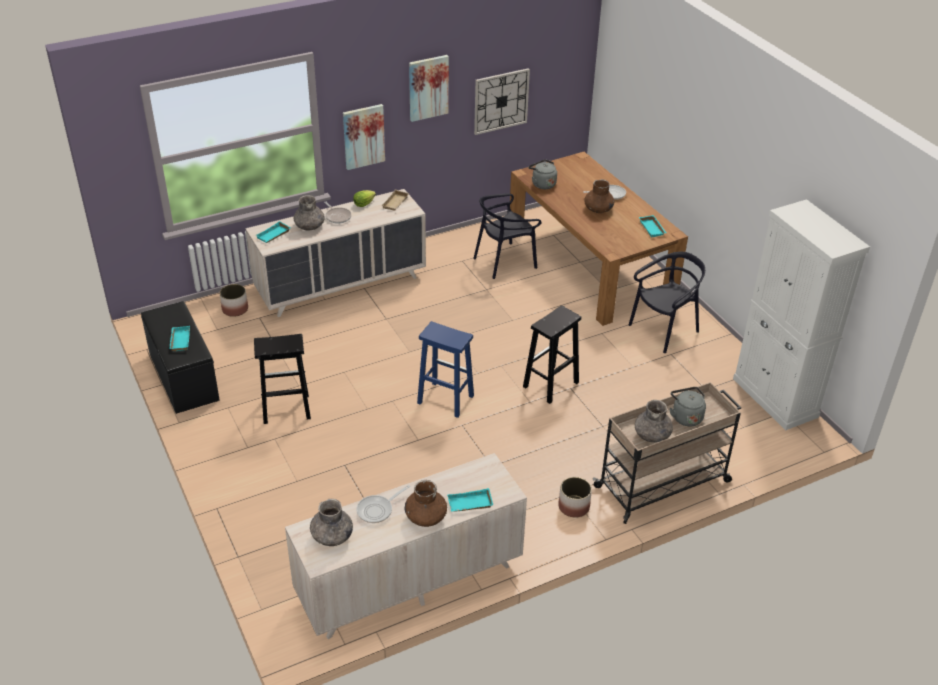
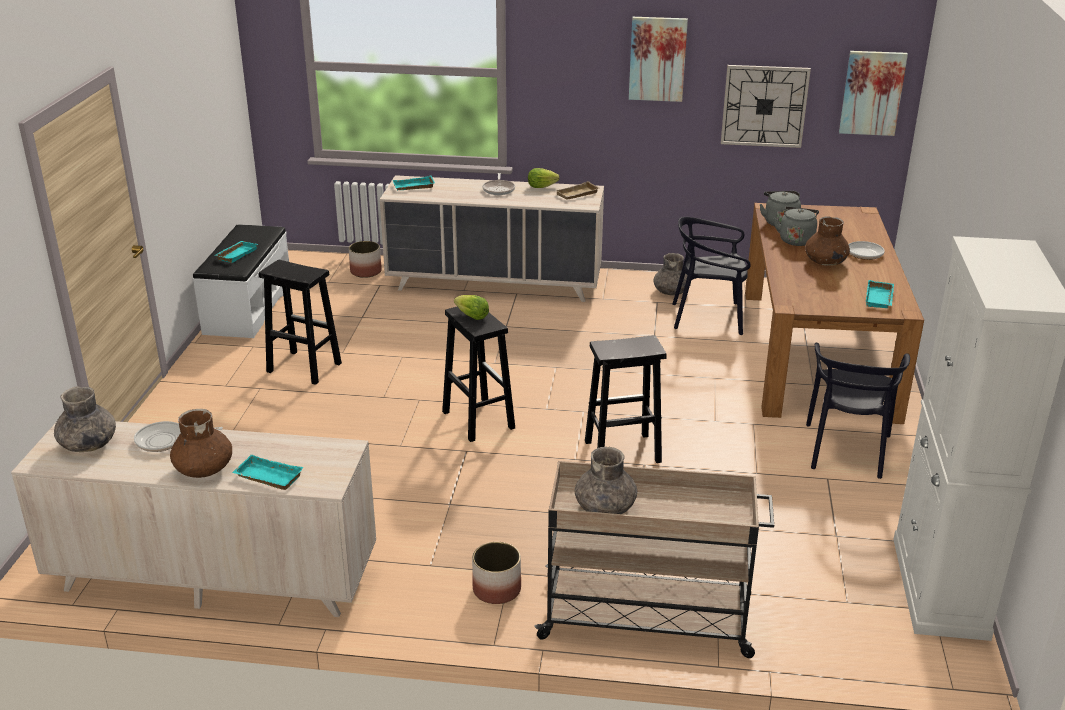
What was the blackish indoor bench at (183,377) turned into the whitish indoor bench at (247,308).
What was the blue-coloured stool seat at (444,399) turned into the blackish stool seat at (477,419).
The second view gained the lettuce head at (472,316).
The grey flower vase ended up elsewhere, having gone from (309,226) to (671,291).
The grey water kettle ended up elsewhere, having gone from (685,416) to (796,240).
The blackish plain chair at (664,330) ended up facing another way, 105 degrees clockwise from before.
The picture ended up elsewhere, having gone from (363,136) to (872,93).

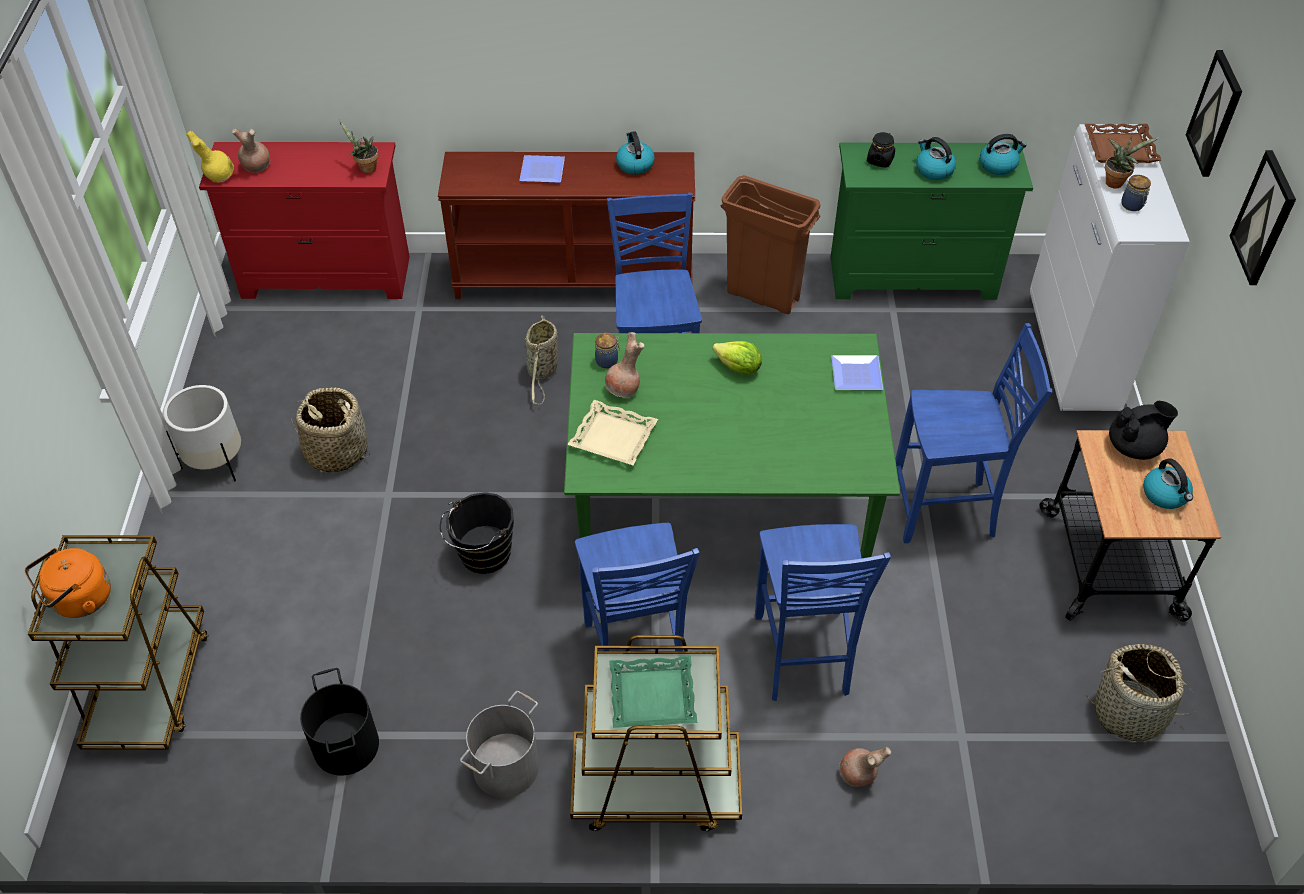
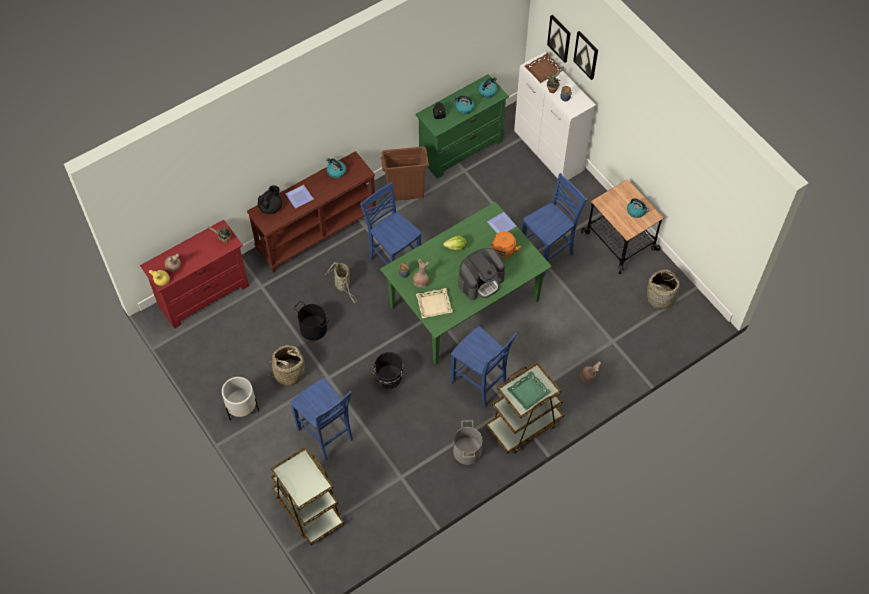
The blackish pot for tea ended up elsewhere, having gone from (1134,447) to (271,207).
The blue-coloured plain chair ended up elsewhere, having gone from (802,657) to (326,435).
The blackish bucket ended up elsewhere, having gone from (345,746) to (313,329).
The second view gained the coffee brewer at (481,281).
The orangey water kettle ended up elsewhere, having gone from (79,601) to (503,251).
The picture ended up elsewhere, having gone from (1264,218) to (559,38).

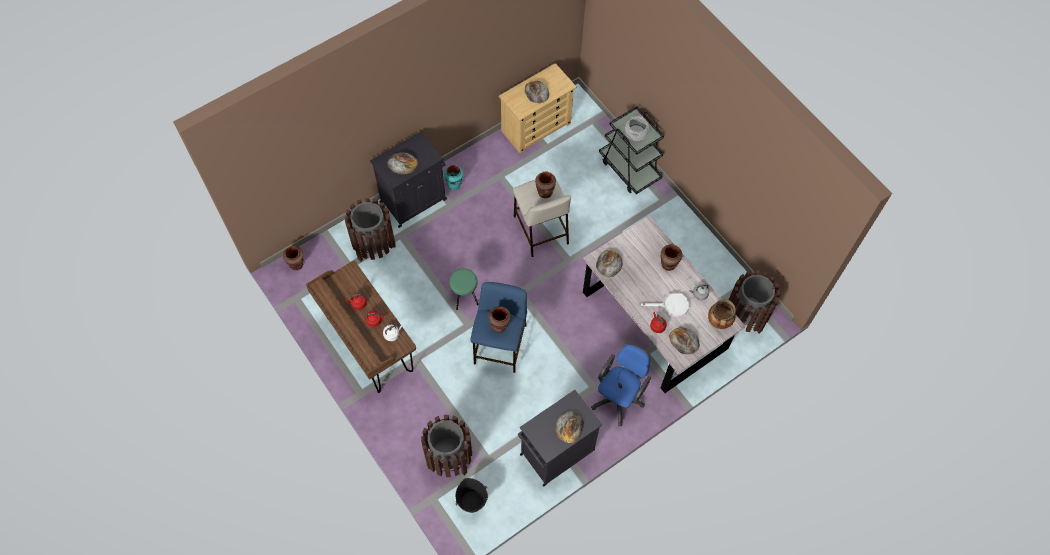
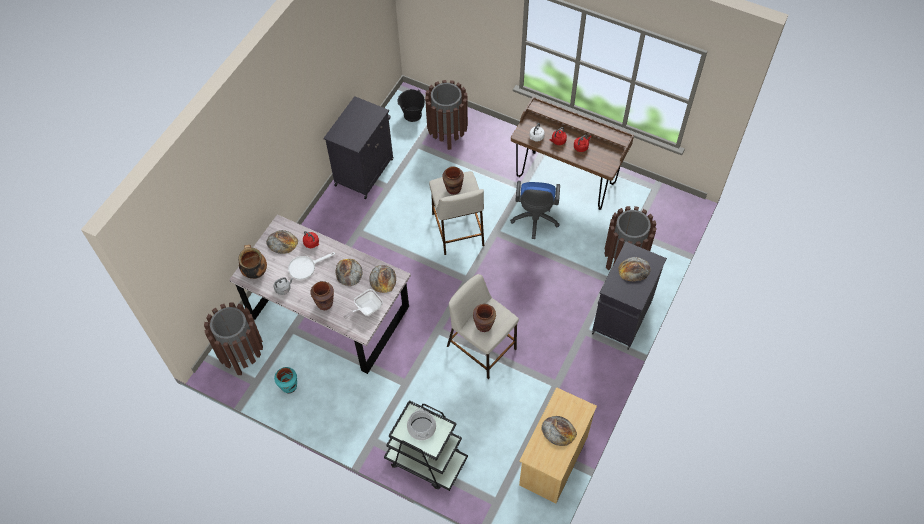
The turquoise flower vase ended up elsewhere, having gone from (454,184) to (289,387).
The bakery bread ended up elsewhere, having gone from (569,426) to (348,272).
The second view gained the frying pan at (366,309).
What was the blue-coloured stool seat at (500,345) turned into the beige-coloured stool seat at (457,228).
The blue-coloured desk chair ended up elsewhere, having gone from (619,397) to (534,220).
The second view lost the brown-coloured flower vase at (296,264).
The second view lost the green-coloured stool seat at (464,297).

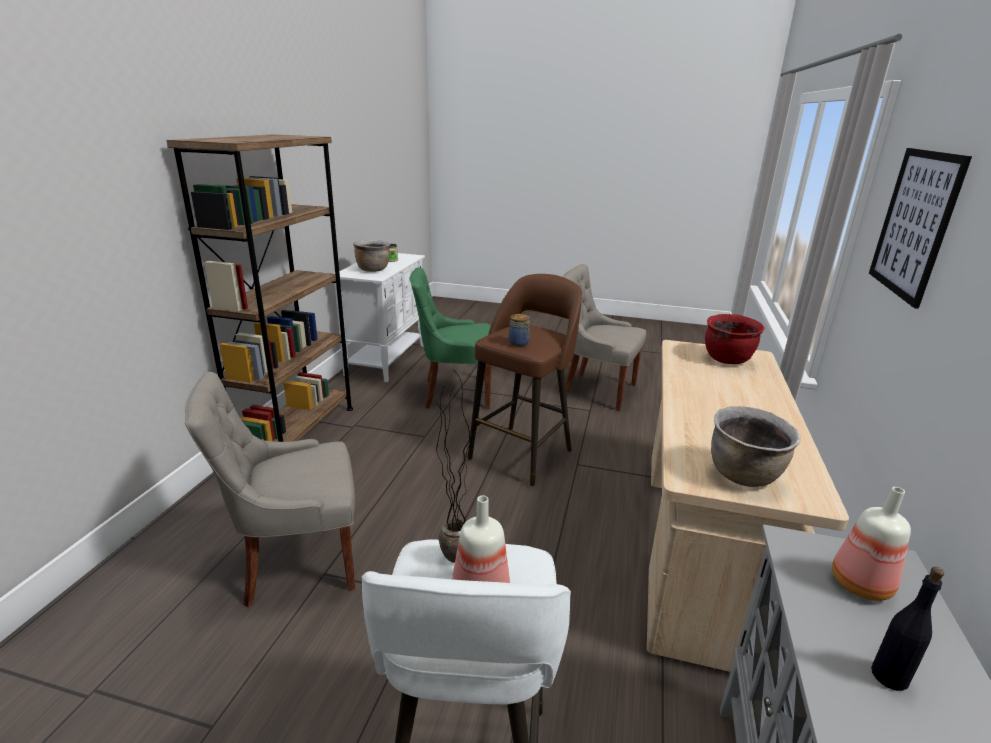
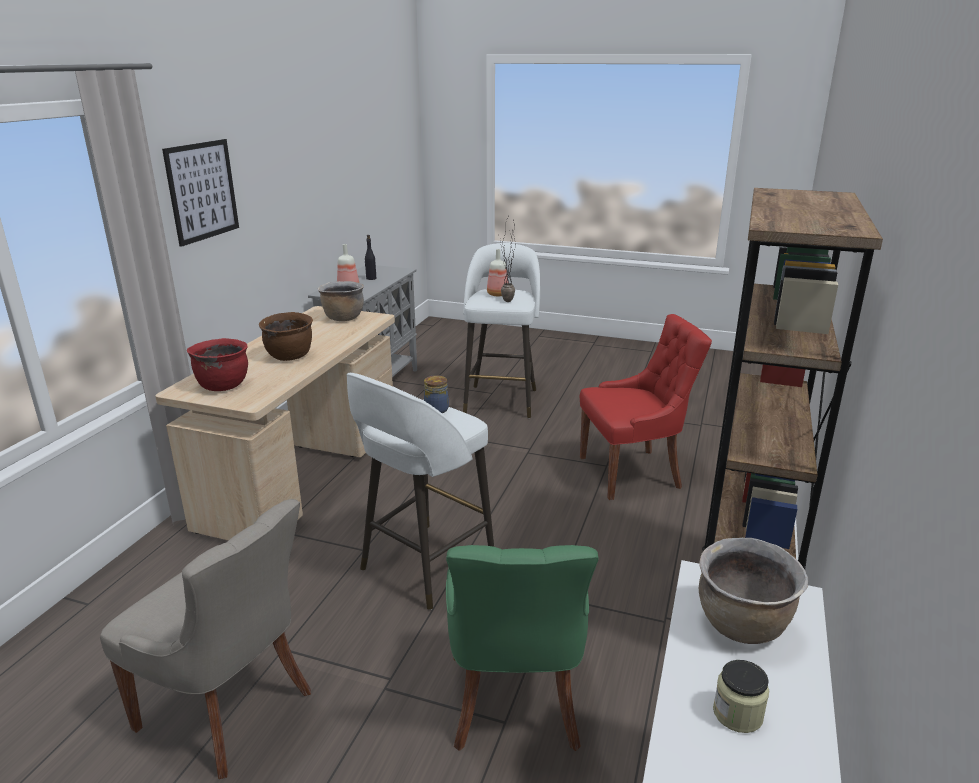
The second view gained the brown-coloured saucepot at (290,356).
What was the brown-coloured stool seat at (522,453) turned into the whitish stool seat at (425,566).
The green-coloured plain chair at (454,393) ended up facing another way, 90 degrees clockwise from before.
What was the grey plain chair at (297,561) turned into the red plain chair at (632,473).

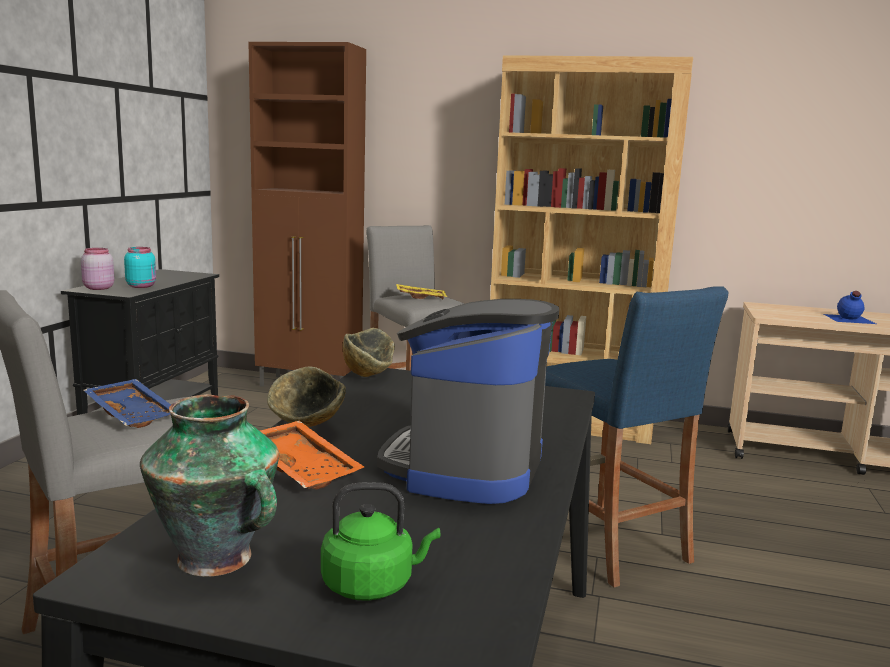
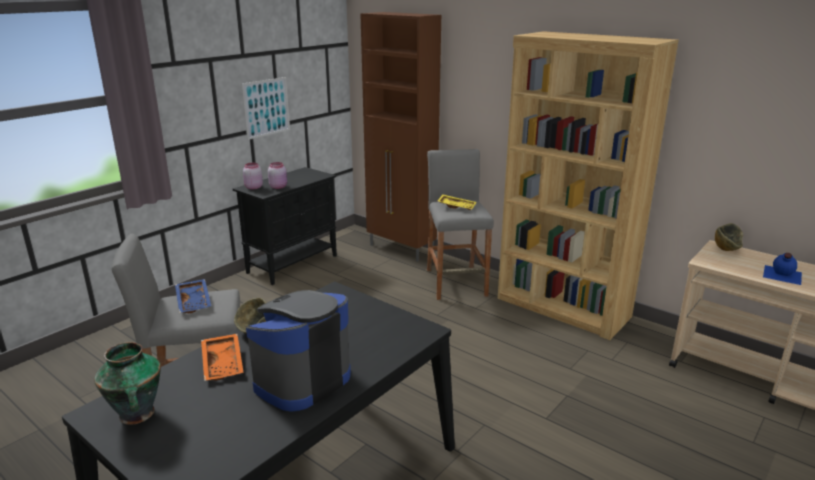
The second view gained the picture at (266,107).
What was the turquoise jar at (141,286) turned into the pinkish jar at (278,187).
The deep dish ended up elsewhere, having gone from (369,374) to (727,249).
The second view lost the green-coloured water kettle at (372,584).
The second view lost the blue-coloured stool seat at (605,542).

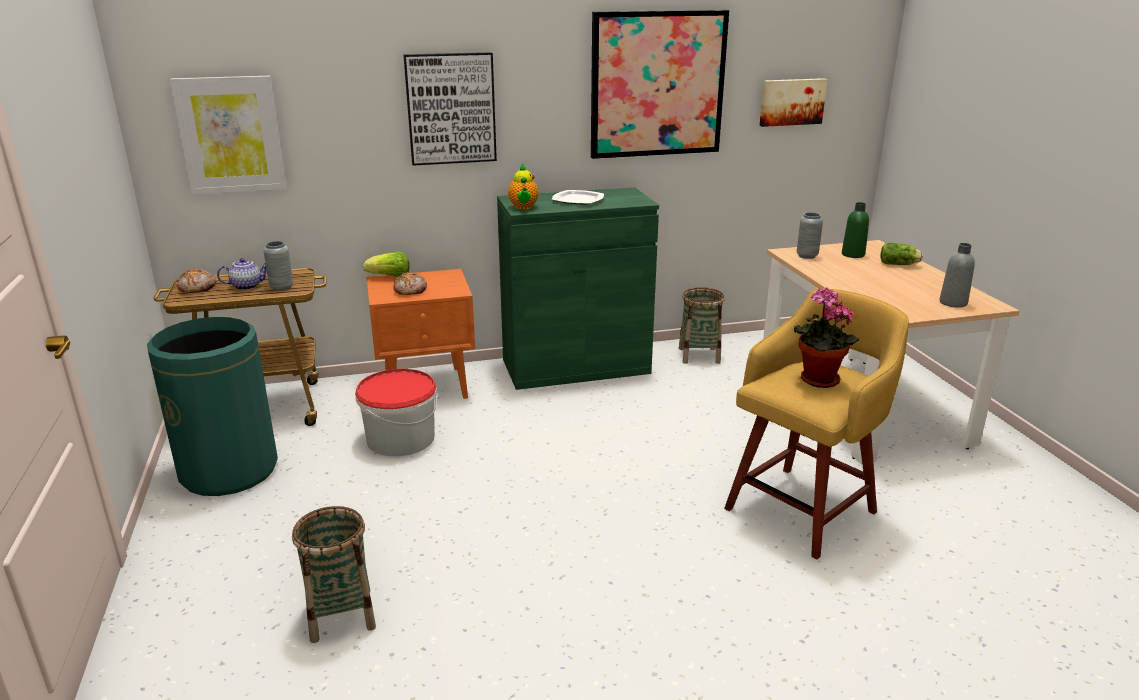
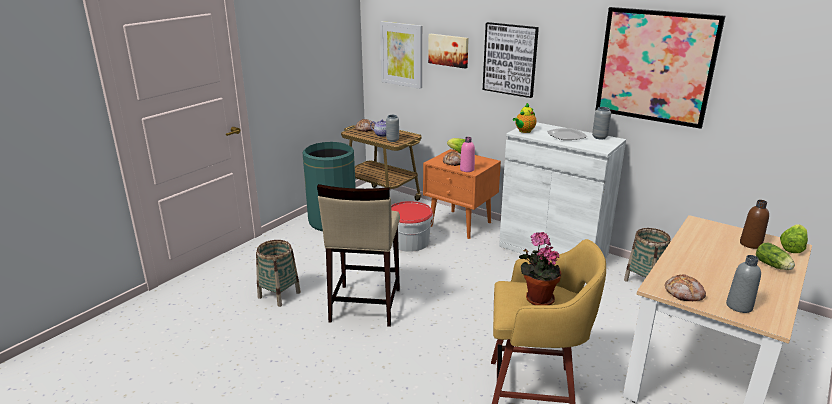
The second view gained the beige-coloured stool seat at (364,305).
The picture ended up elsewhere, having gone from (791,102) to (449,50).
The second view gained the pinkish bottle at (467,169).
What was the green-coloured storage cabinet at (576,366) turned into the whitish storage cabinet at (553,250).
The grey flower vase ended up elsewhere, having gone from (807,256) to (599,137).
The second view gained the bakery bread at (684,294).
What was the green-coloured bottle at (853,254) turned into the brown-coloured bottle at (750,244).
The second view gained the lettuce head at (792,247).

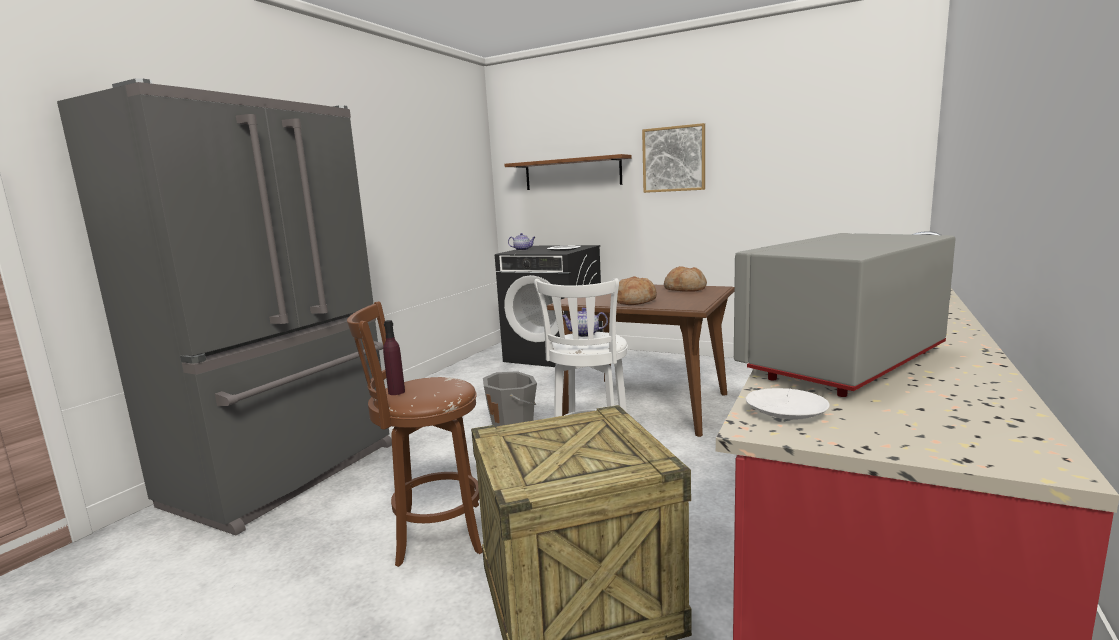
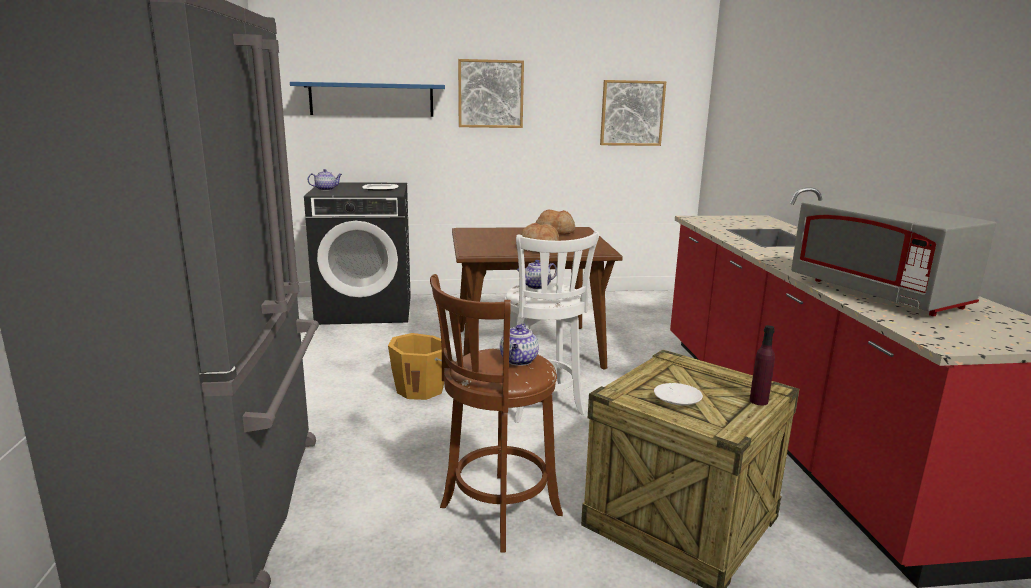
What was the brown-coloured bracket shelf at (572,173) turned into the blue-coloured bracket shelf at (371,99).
What was the grey bucket at (513,422) turned into the orangey bucket at (421,389).
The second view gained the pot for tea at (519,361).
The second view gained the picture at (632,113).
The whitish plate ended up elsewhere, having gone from (785,412) to (676,399).
The purple bottle ended up elsewhere, having gone from (396,392) to (758,401).
The grey kitchen microwave at (842,362) ended up facing another way, 45 degrees counterclockwise from before.

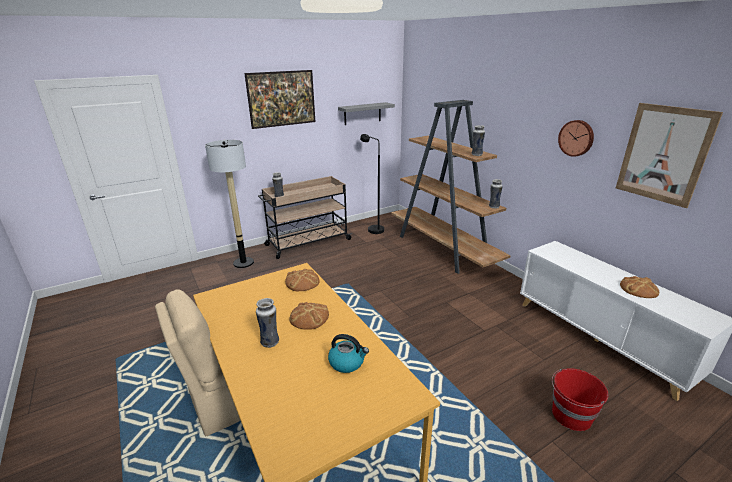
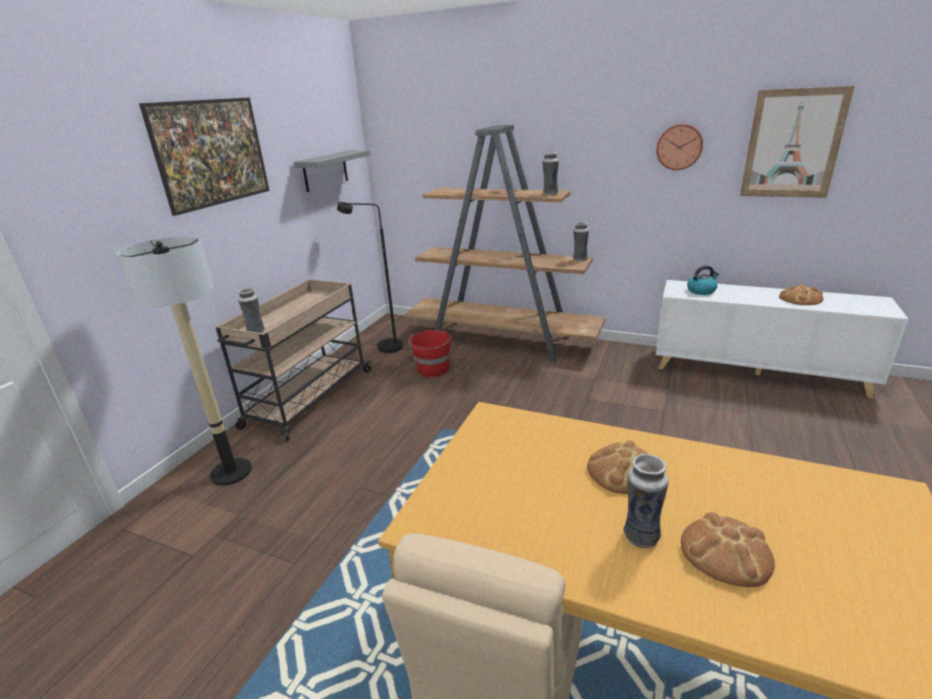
The red bucket ended up elsewhere, having gone from (571,416) to (433,369).
The bakery bread ended up elsewhere, having gone from (302,282) to (725,552).
The water kettle ended up elsewhere, having gone from (347,362) to (701,291).

